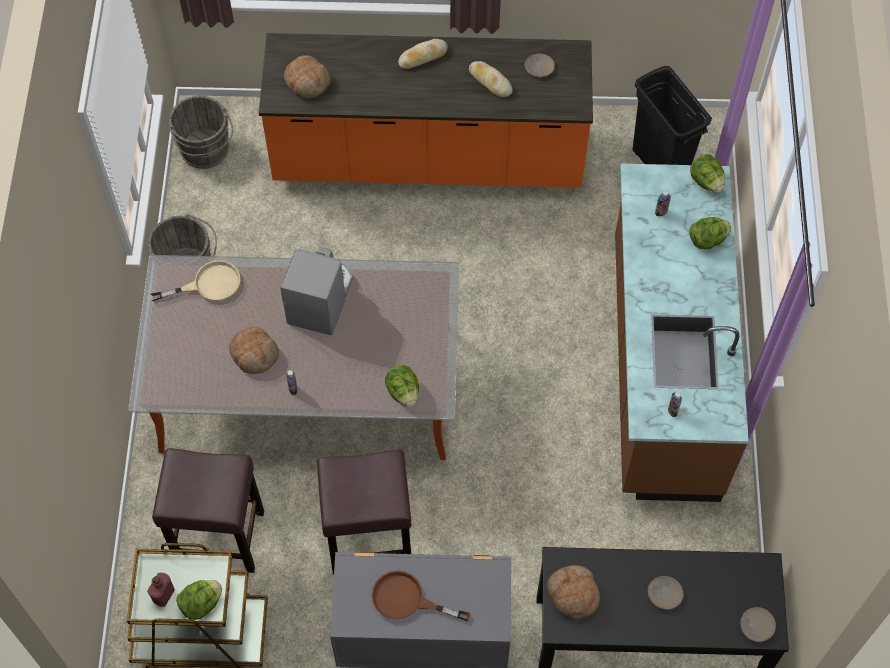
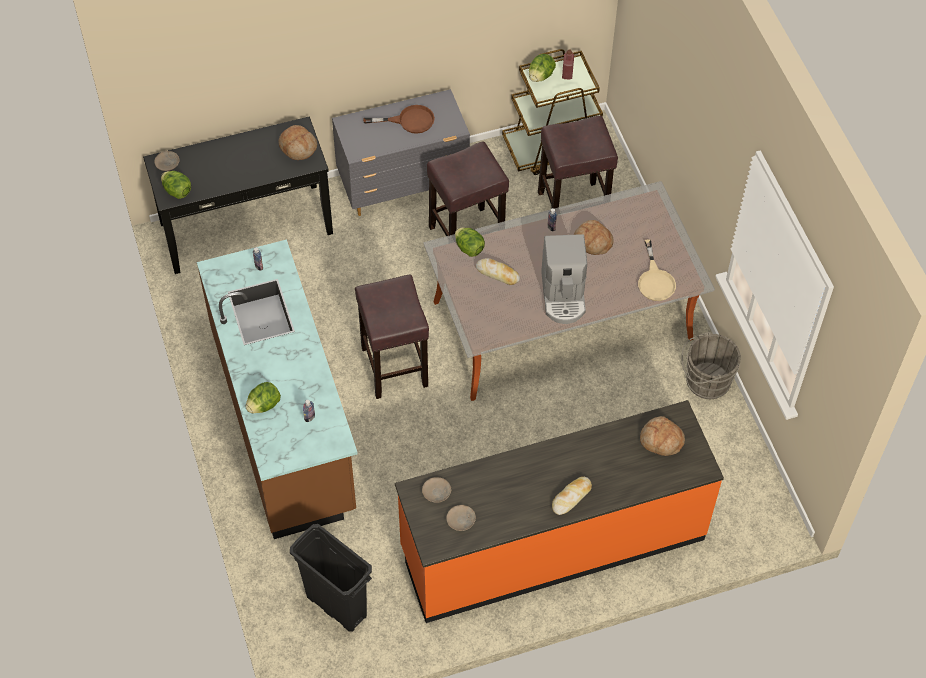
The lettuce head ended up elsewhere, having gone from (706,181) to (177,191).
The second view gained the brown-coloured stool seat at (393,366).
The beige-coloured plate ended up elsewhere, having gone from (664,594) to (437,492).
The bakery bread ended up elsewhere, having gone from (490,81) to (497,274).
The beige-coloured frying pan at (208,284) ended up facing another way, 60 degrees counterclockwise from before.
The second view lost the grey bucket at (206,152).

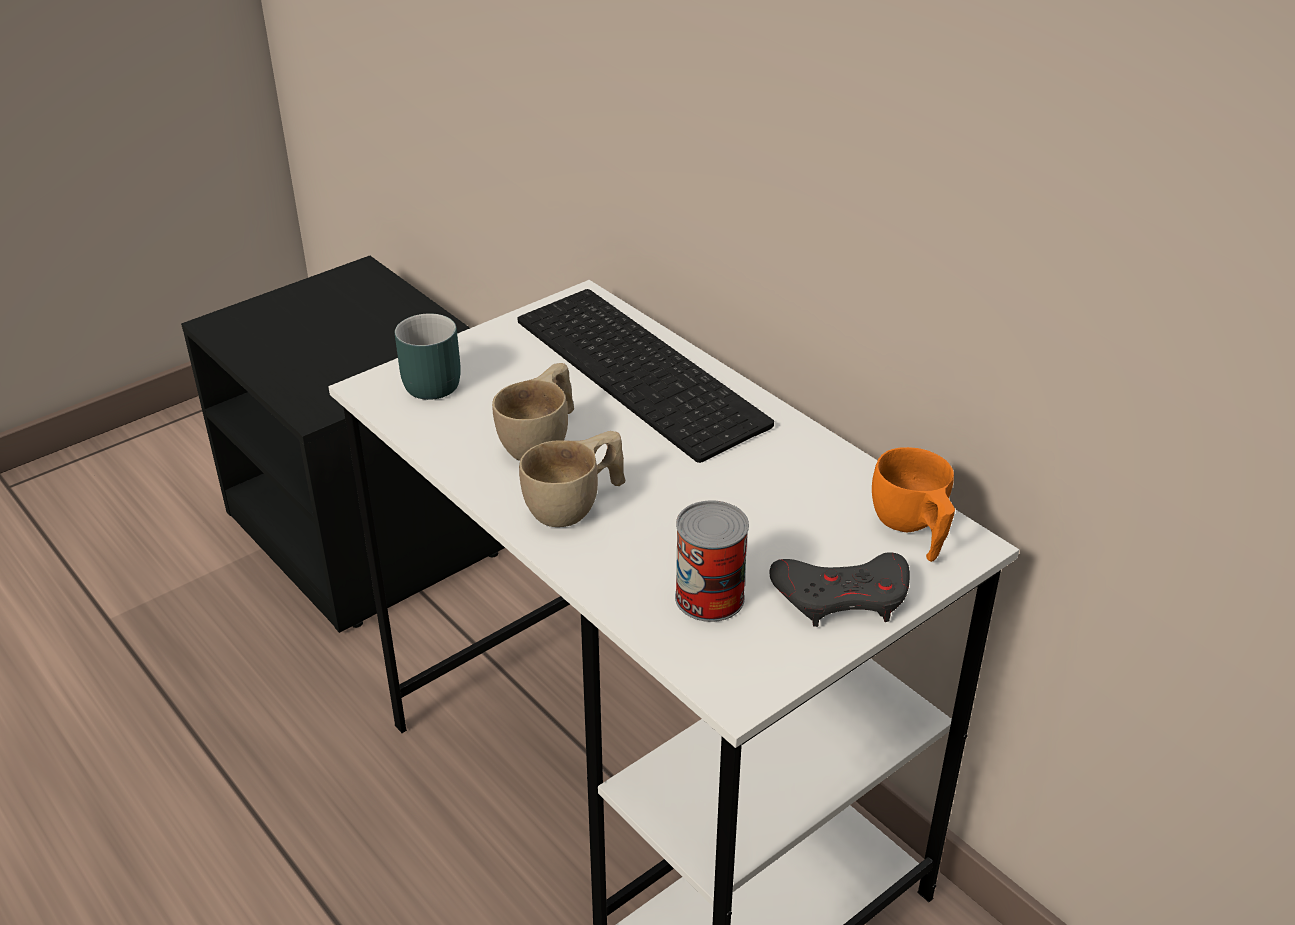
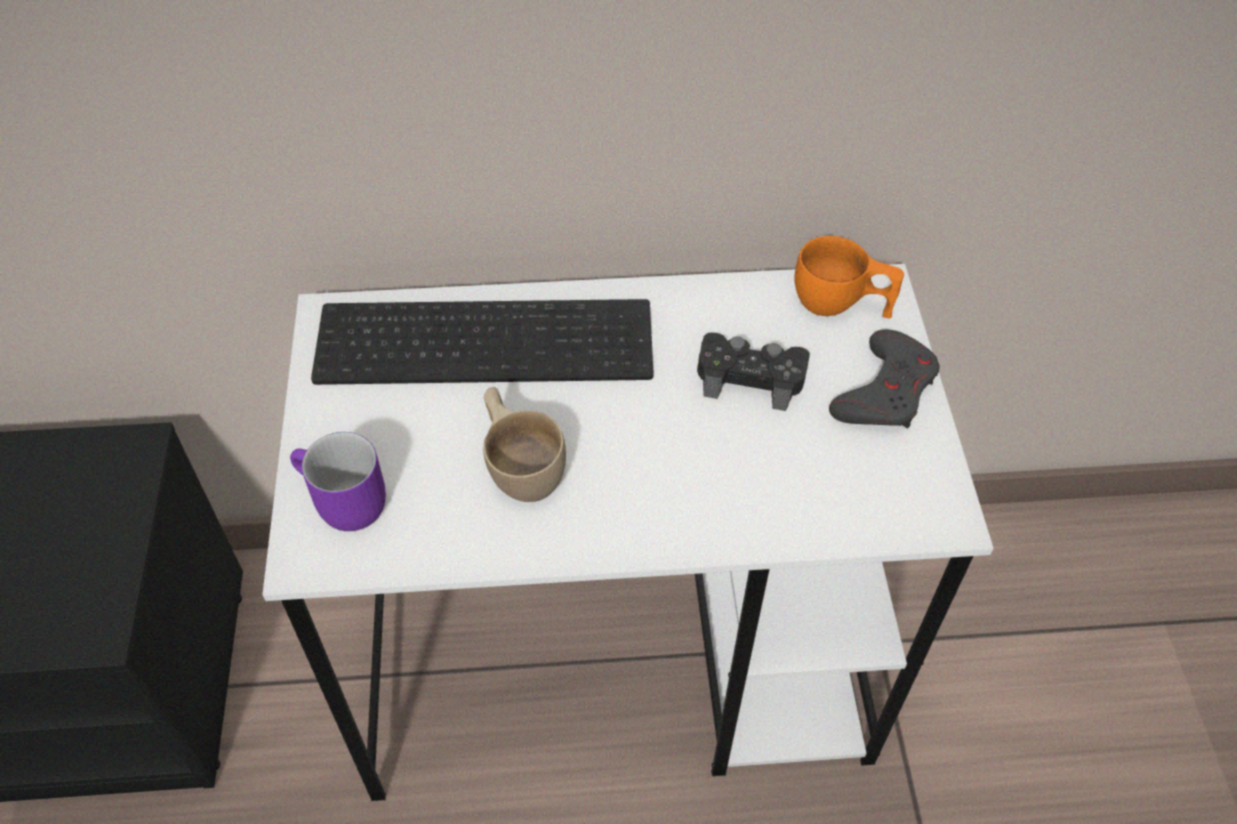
What was the turquoise mug at (427,380) turned into the purple mug at (340,505).
The second view gained the blackish game controller at (750,377).
The second view lost the beige-coloured cup at (576,505).
The second view lost the can at (709,597).

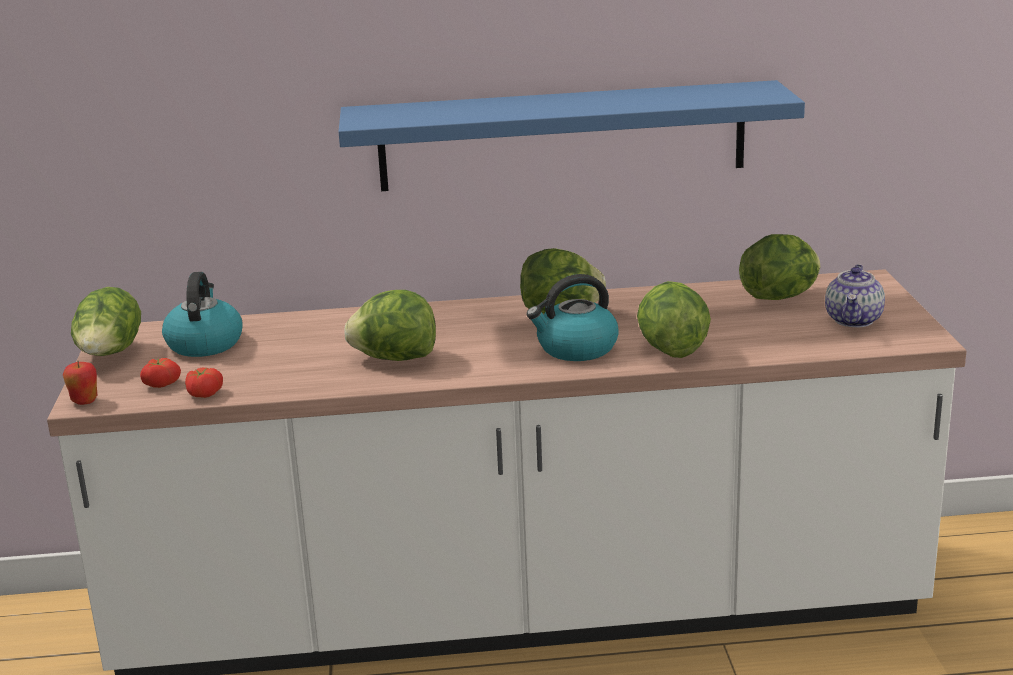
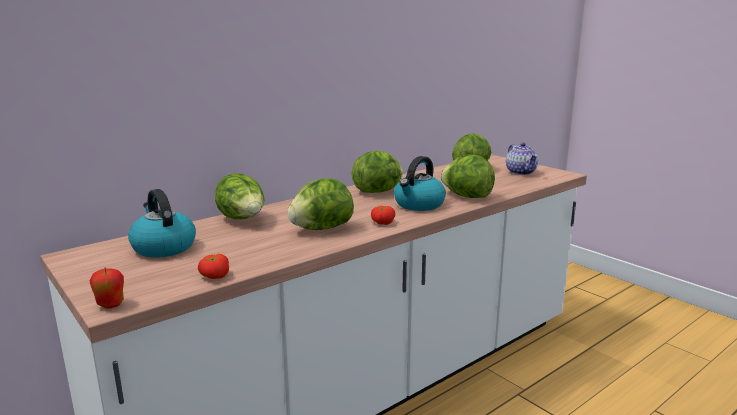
The lettuce head ended up elsewhere, having gone from (110,356) to (243,220).
The fresh tomato ended up elsewhere, having gone from (161,383) to (382,223).
The second view lost the blue-coloured bracket shelf at (562,136).

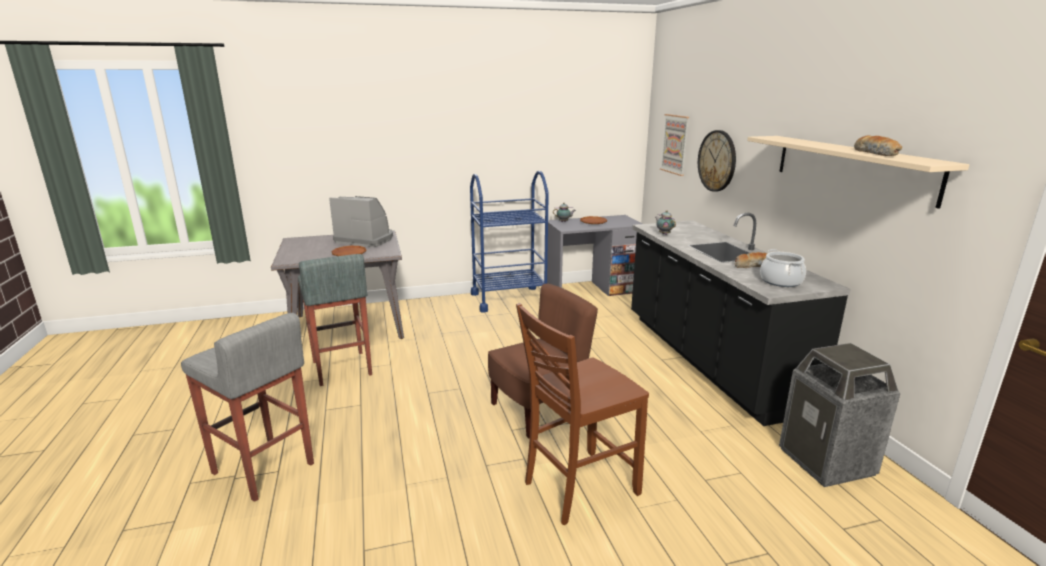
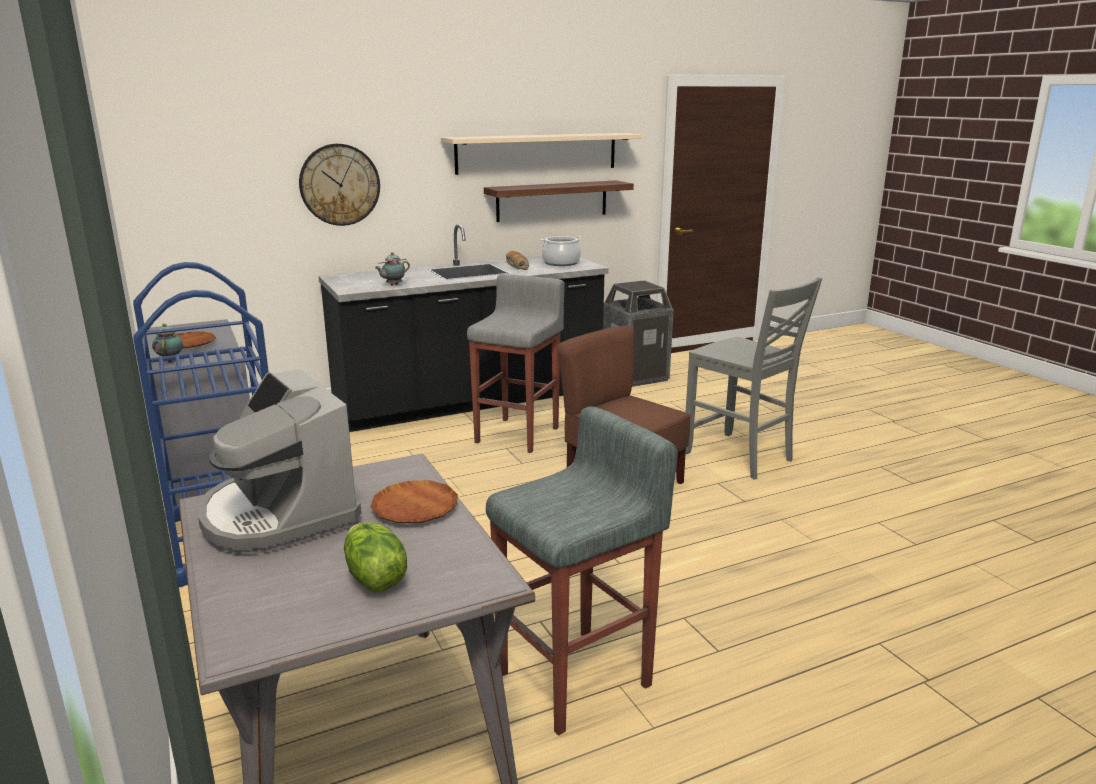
The coffee brewer at (365,239) ended up facing another way, 45 degrees counterclockwise from before.
The second view gained the lettuce head at (374,578).
The grey stool seat ended up elsewhere, having gone from (263,469) to (519,434).
The second view gained the bracket shelf at (552,201).
What was the brown-coloured plain chair at (578,487) turned into the grey plain chair at (740,457).
The second view lost the picture at (675,144).
The second view lost the bakery bread at (876,153).

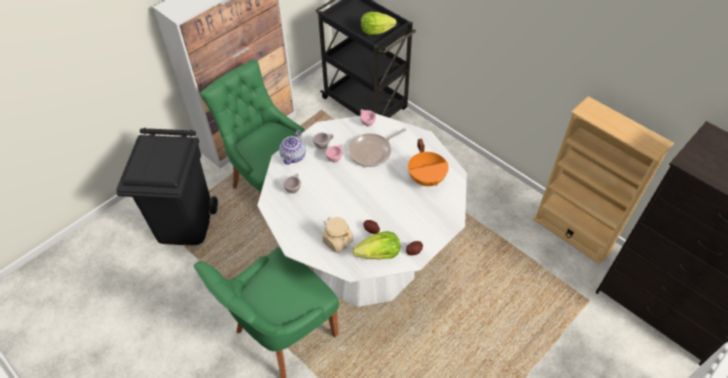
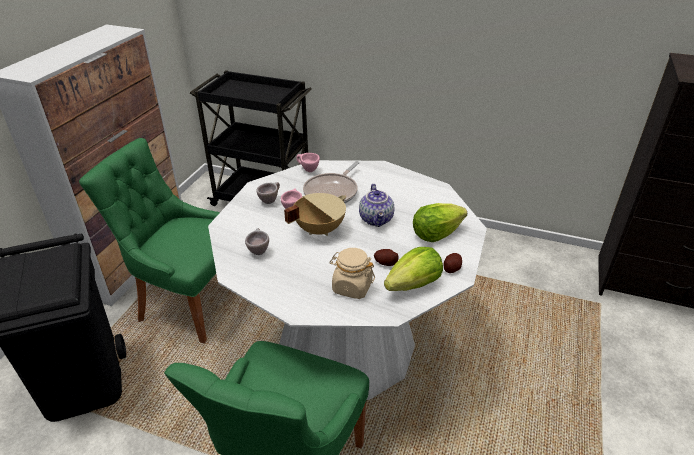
The second view gained the beige-coloured saucepot at (318,229).
The pot for tea ended up elsewhere, having gone from (294,157) to (377,219).
The lettuce head ended up elsewhere, having gone from (376,31) to (436,234).
The second view lost the orangey saucepot at (427,178).
The second view lost the beige-coloured bookcase at (572,233).

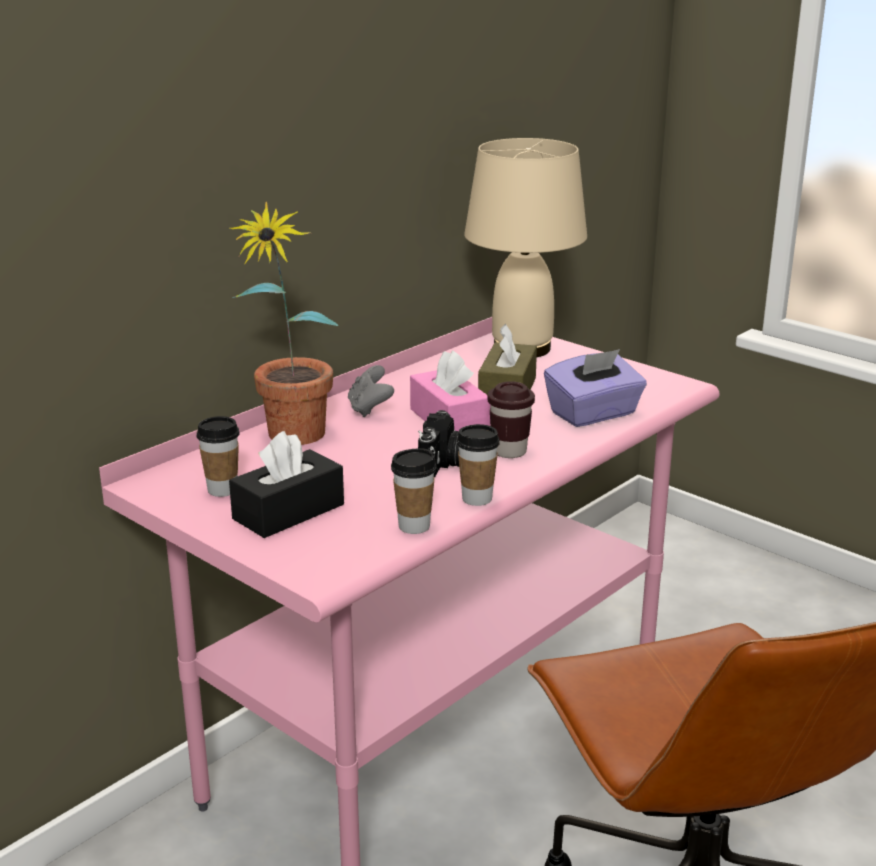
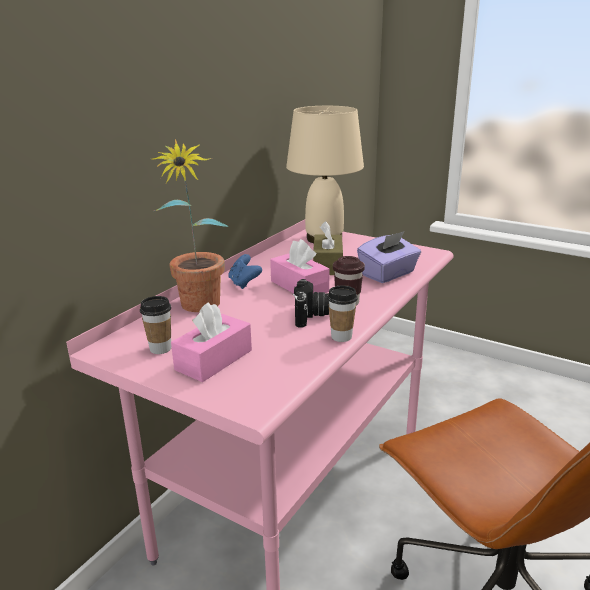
What was the blackish box of tissues at (288,512) turned into the pinkish box of tissues at (214,360).
What was the grey game controller at (370,409) turned into the blue-coloured game controller at (244,283).
The second view lost the cup at (414,526).

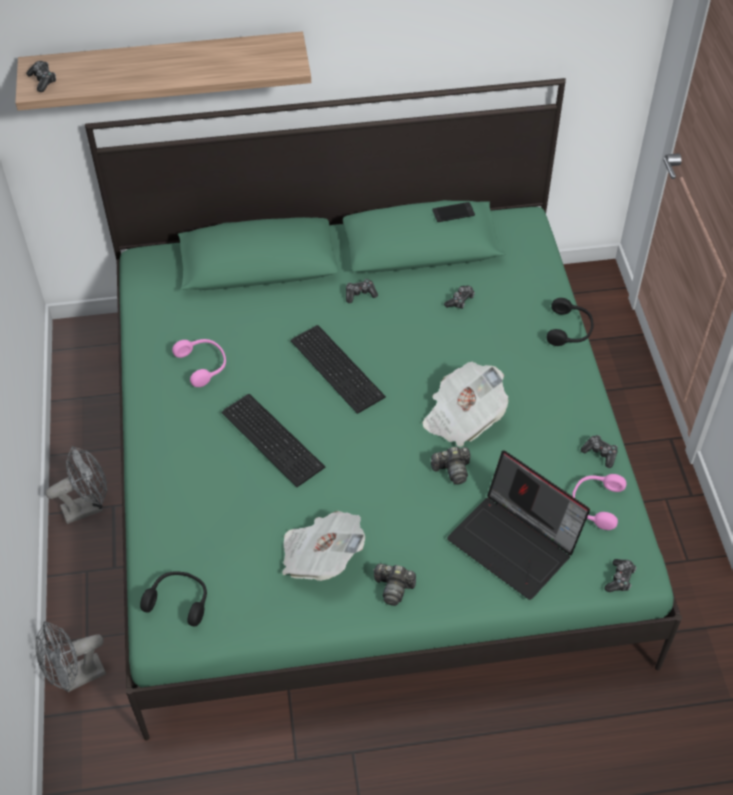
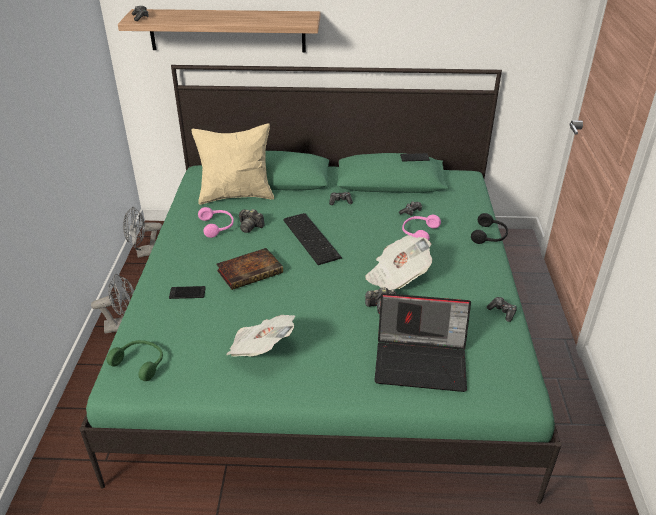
What was the blackish headset at (179,601) turned into the green-coloured headset at (140,363).
The grey fan ended up elsewhere, having gone from (76,678) to (144,253).
The second view gained the handset at (187,293).
The second view gained the beige-coloured pillow at (236,195).
Where the PC keyboard stood at (273,437), the volume came to stand at (251,271).
The still camera ended up elsewhere, having gone from (393,588) to (250,226).
The notebook computer at (516,543) ended up facing another way, 45 degrees counterclockwise from before.
The pinkish headset ended up elsewhere, having gone from (595,504) to (418,232).
The second view lost the game controller at (620,579).

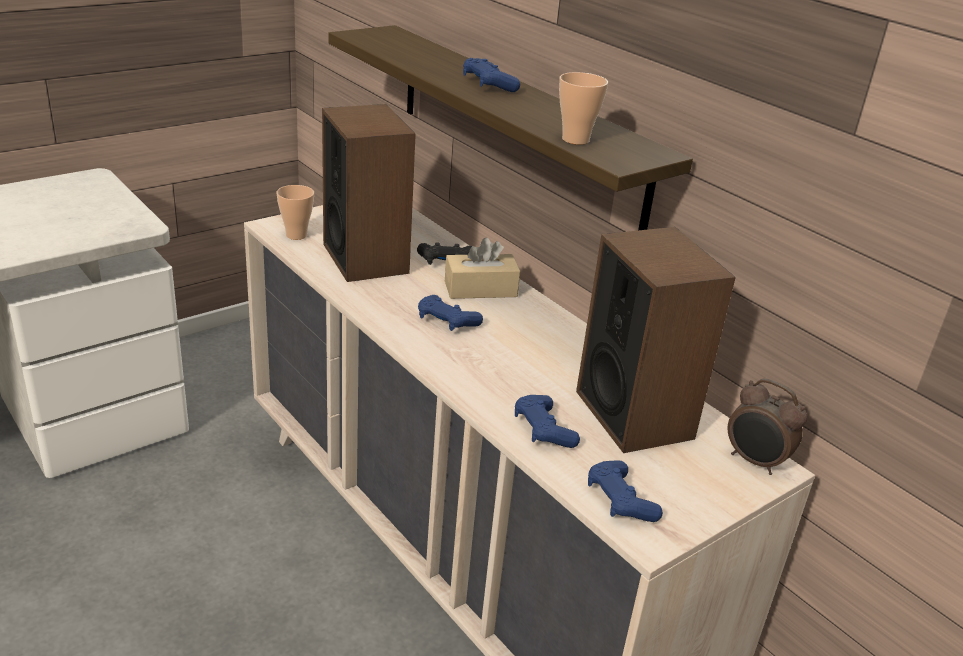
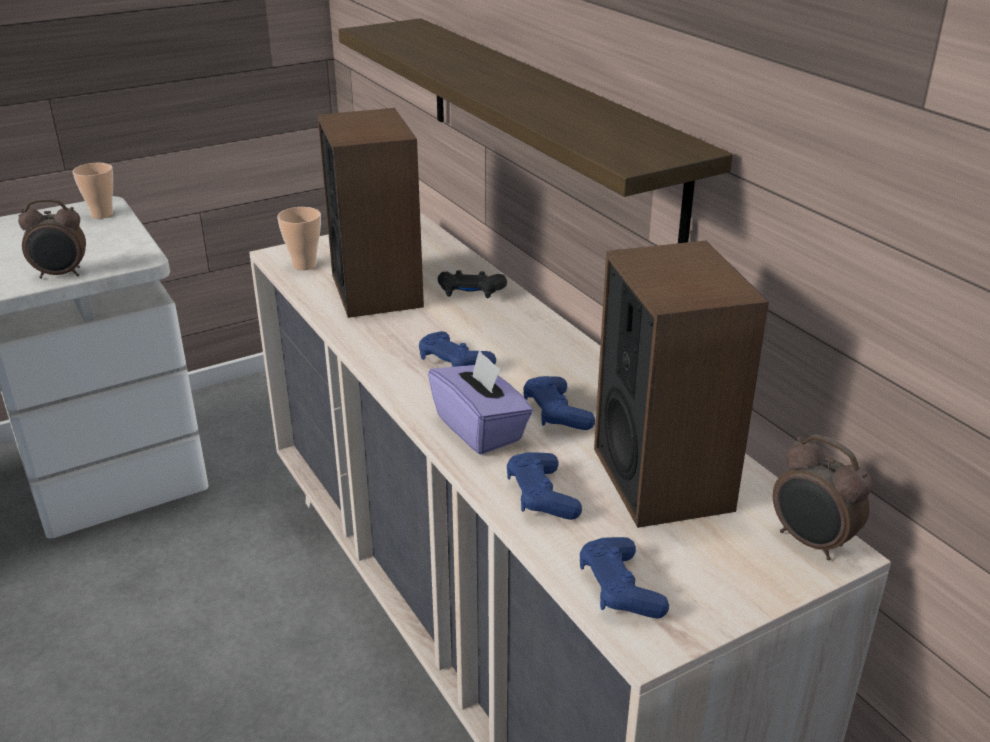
The second view gained the alarm clock at (61,274).
The cup ended up elsewhere, having gone from (575,139) to (102,214).
The second view gained the purple box of tissues at (480,429).
The blue-coloured game controller ended up elsewhere, having gone from (488,85) to (556,413).
The second view lost the beige-coloured box of tissues at (480,289).

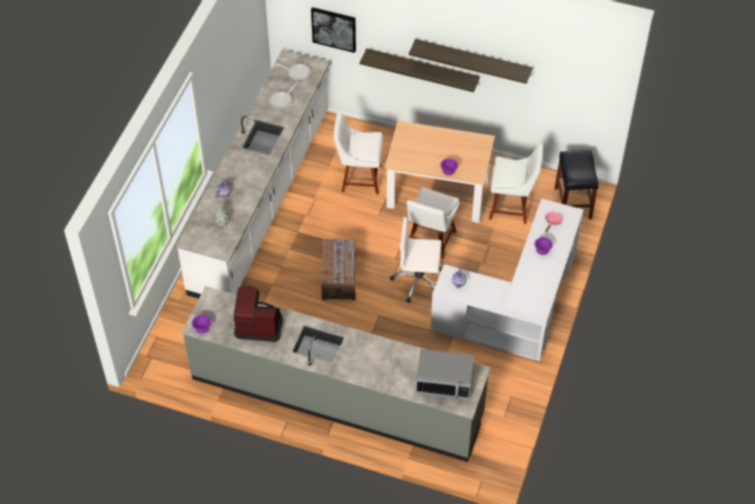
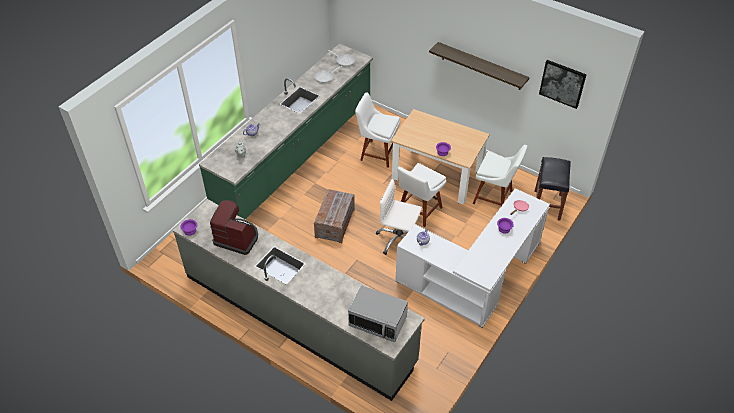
What was the whitish kitchen counter at (262,200) turned into the green-coloured kitchen counter at (296,155).
The picture ended up elsewhere, having gone from (334,29) to (562,83).
The second view lost the bracket shelf at (422,69).

